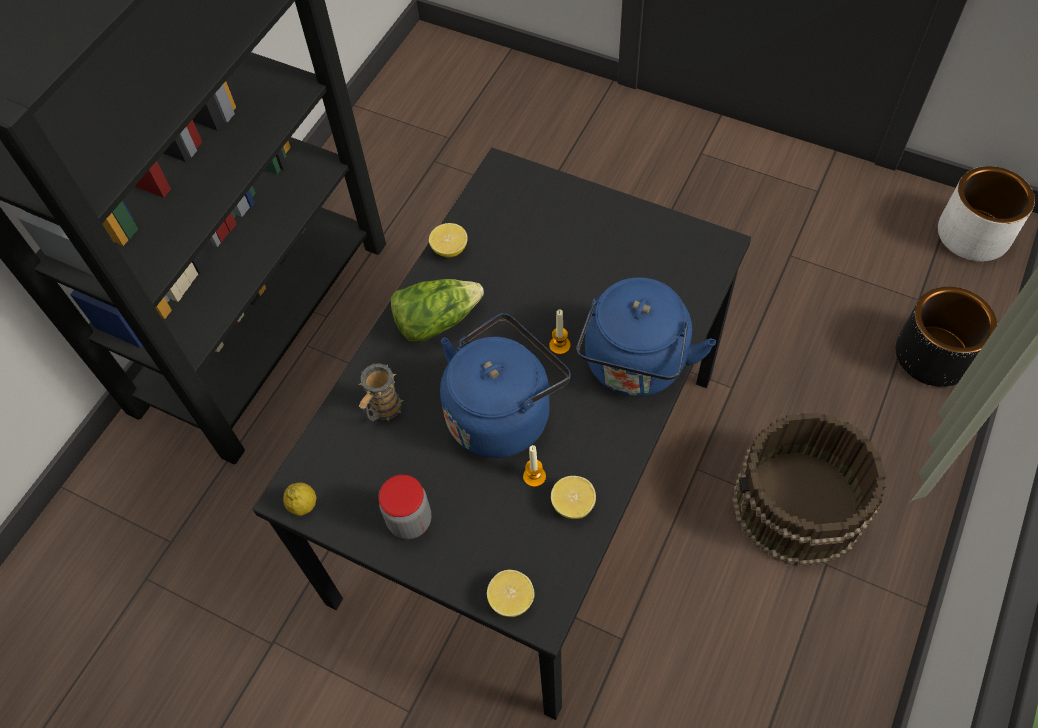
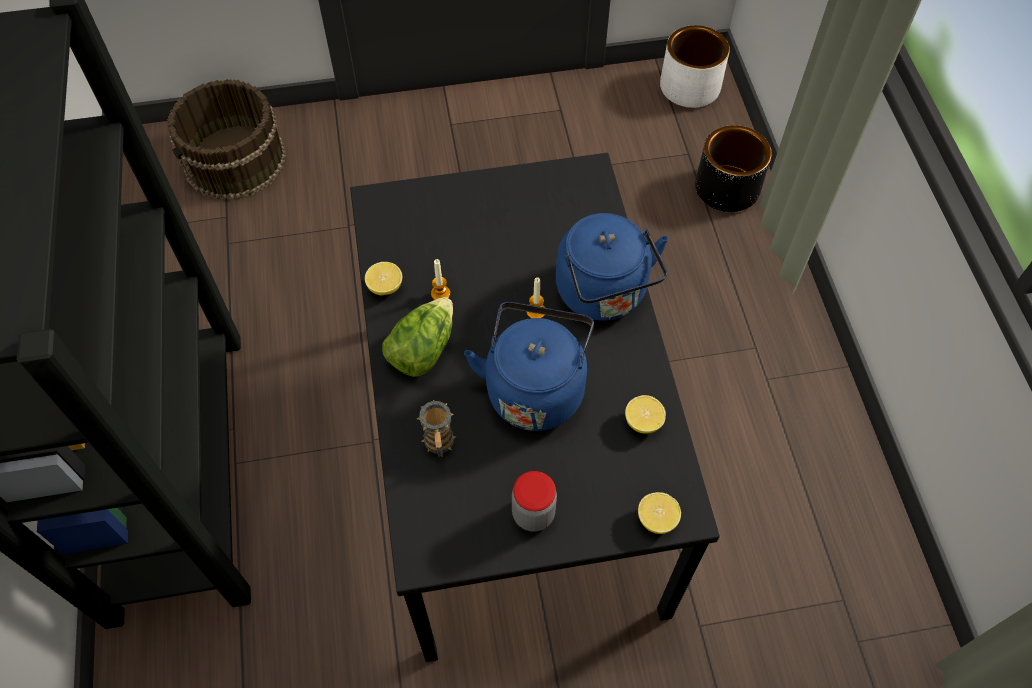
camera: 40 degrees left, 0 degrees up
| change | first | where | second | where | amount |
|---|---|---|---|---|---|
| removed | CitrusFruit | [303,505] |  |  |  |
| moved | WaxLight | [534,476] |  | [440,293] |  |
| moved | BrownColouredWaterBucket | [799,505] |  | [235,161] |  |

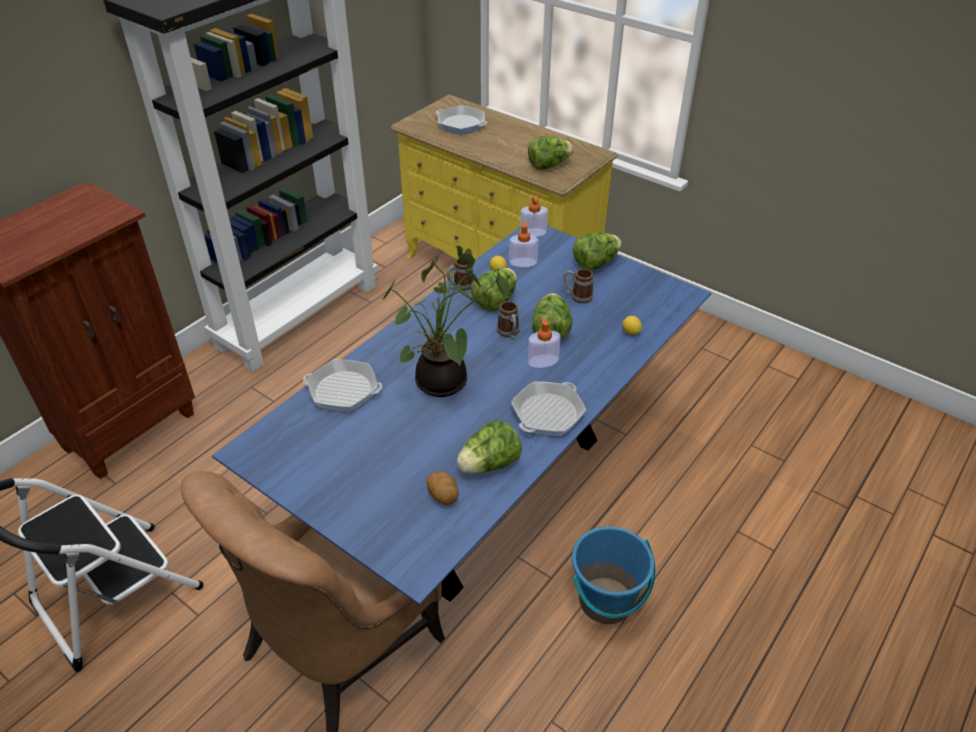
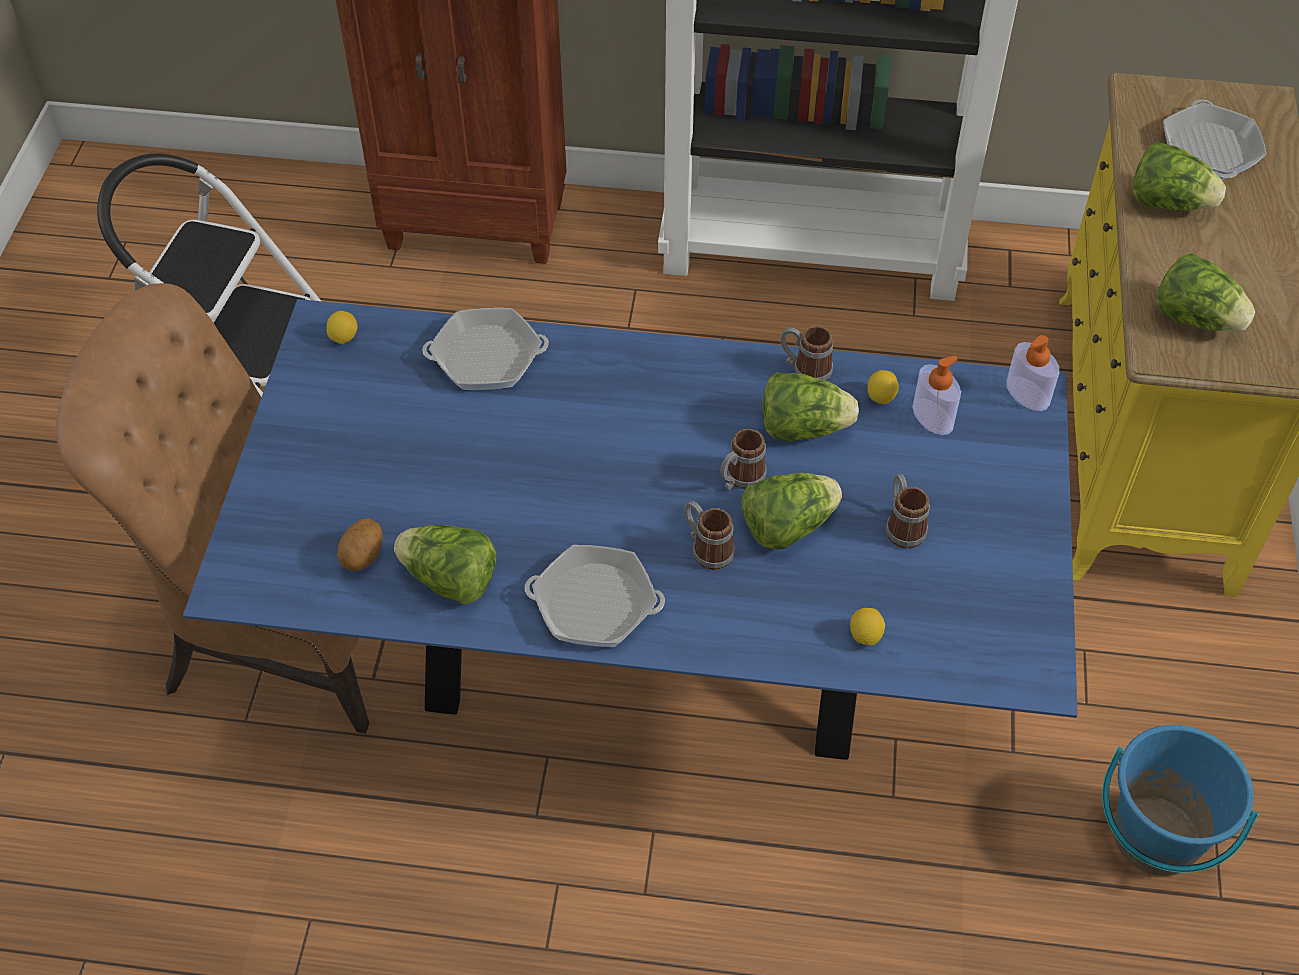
camera: 60 degrees right, 10 degrees up
| change | first | where | second | where | amount |
|---|---|---|---|---|---|
| removed | Houseplant | [444,384] |  |  |  |
| added |  |  | CitrusFruit | [343,337] |  |
| moved | BlueWaterBucket | [606,601] |  | [1155,837] |  |
| moved | HeadOfLettuce | [595,263] |  | [1168,203] |  |
| replaced | SoapDispenser | [543,361] | Mug | [707,548] |  |
| turned | Pan | [343,390] |  | [486,357] | 75 degrees counterclockwise |

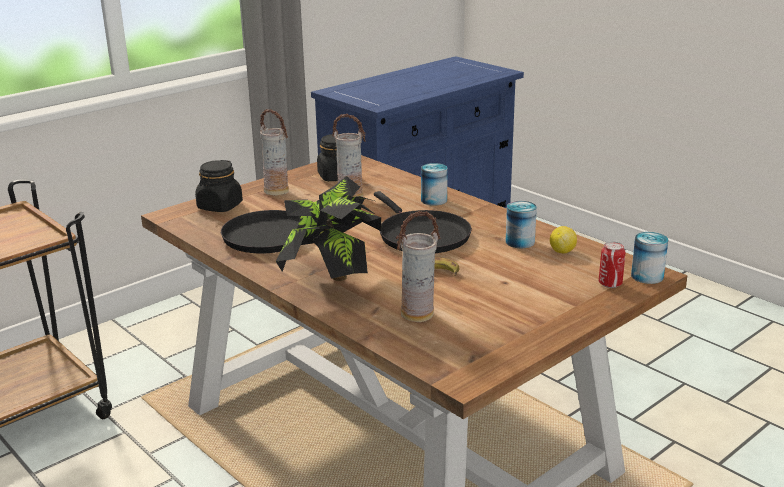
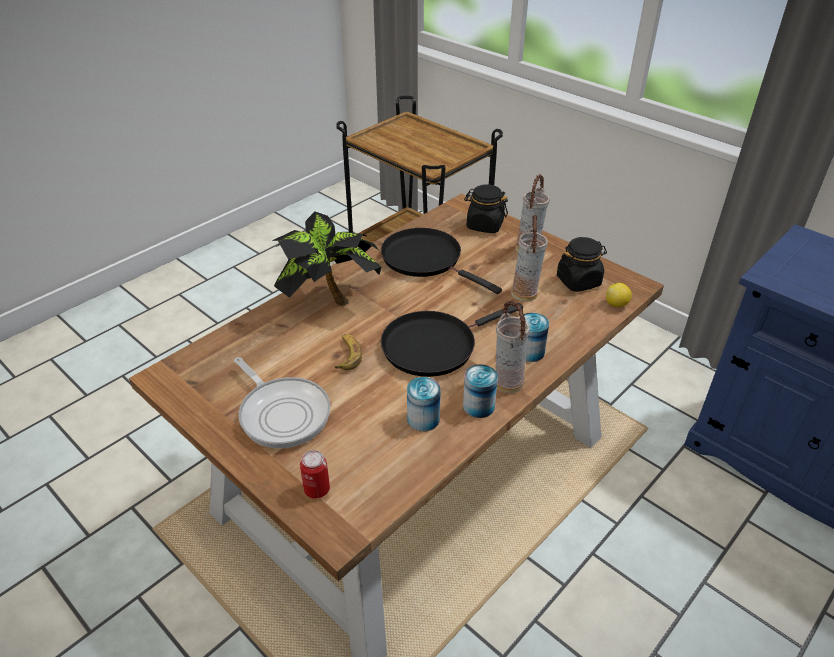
camera: 85 degrees right, 15 degrees up
| change | first | where | second | where | amount |
|---|---|---|---|---|---|
| added |  |  | Pan | [282,413] |  |
| moved | FlowerVase | [418,315] |  | [507,383] |  |
| moved | CitrusFruit | [562,251] |  | [616,304] |  |
| moved | Can | [647,276] |  | [478,406] |  |

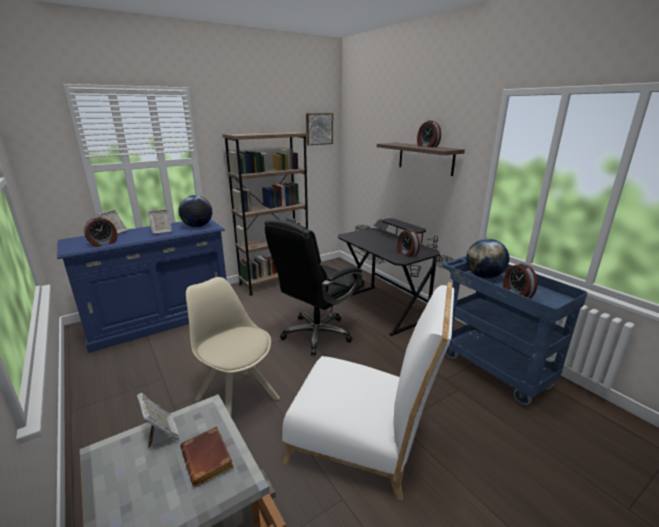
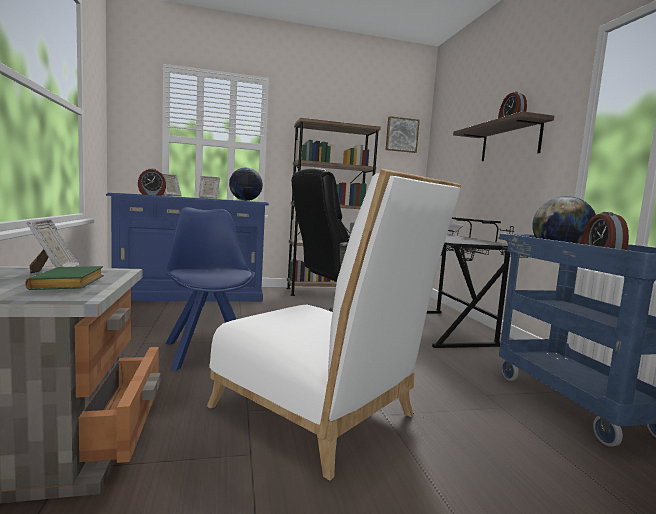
camera: 20 degrees right, 15 degrees down
| change | first | where | second | where | amount |
|---|---|---|---|---|---|
| removed | AlarmClock | [406,253] |  |  |  |
| recoloured | BrownColouredBook | [209,460] | GreenBook | [69,285] |  |
| recoloured | BeigeColouredChair | [236,398] | BlueChair | [208,351] |  |

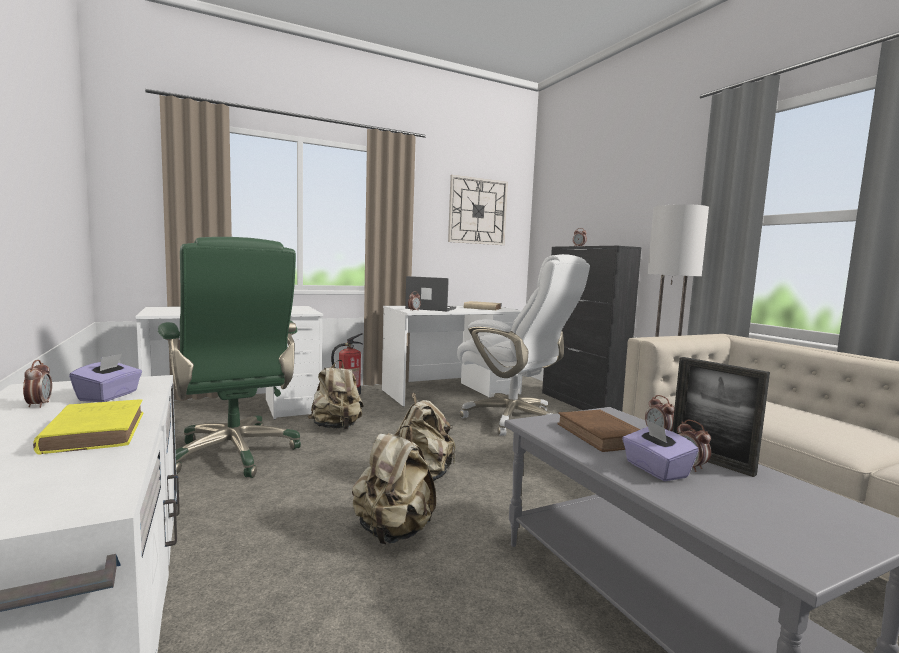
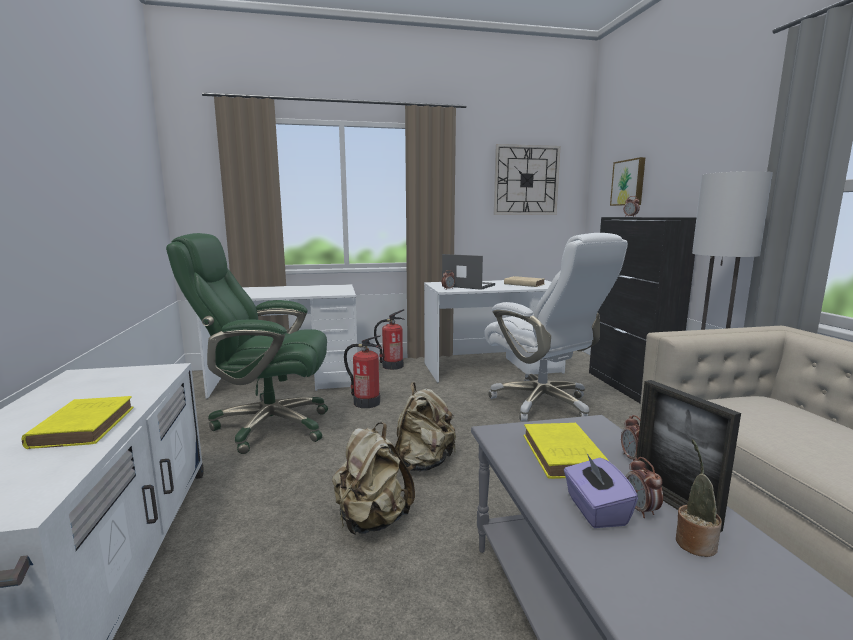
camera: 15 degrees right, 5 degrees up
| change | first | where | second | where | amount |
|---|---|---|---|---|---|
| removed | AlarmClock | [39,405] |  |  |  |
| removed | PurplishTissueHolder | [109,396] |  |  |  |
| added |  |  | Picture | [629,182] |  |
| added |  |  | Houseplant | [694,542] |  |
| replaced | BeigeColouredRucksack | [336,427] | FireFightingCylinder | [366,403] |  |
| recoloured | BrownColouredBook | [602,436] | YellowBook | [564,456] |  |
| turned | GreenDeskChair | [234,456] |  | [267,426] | 105 degrees clockwise |

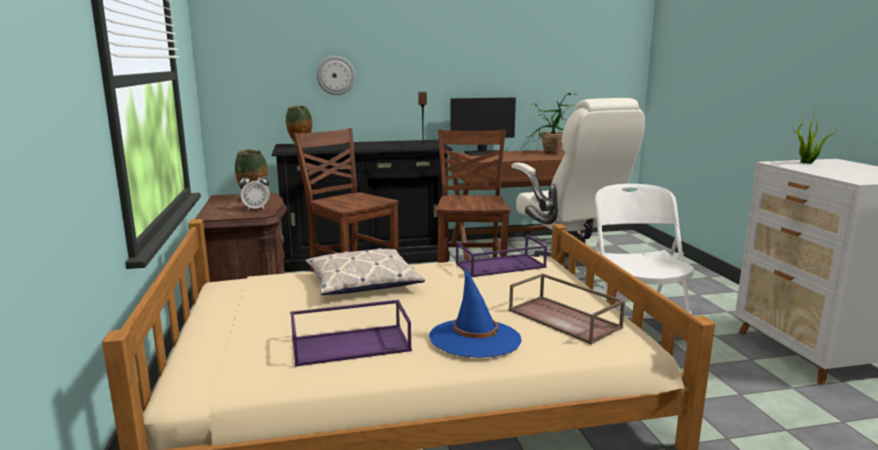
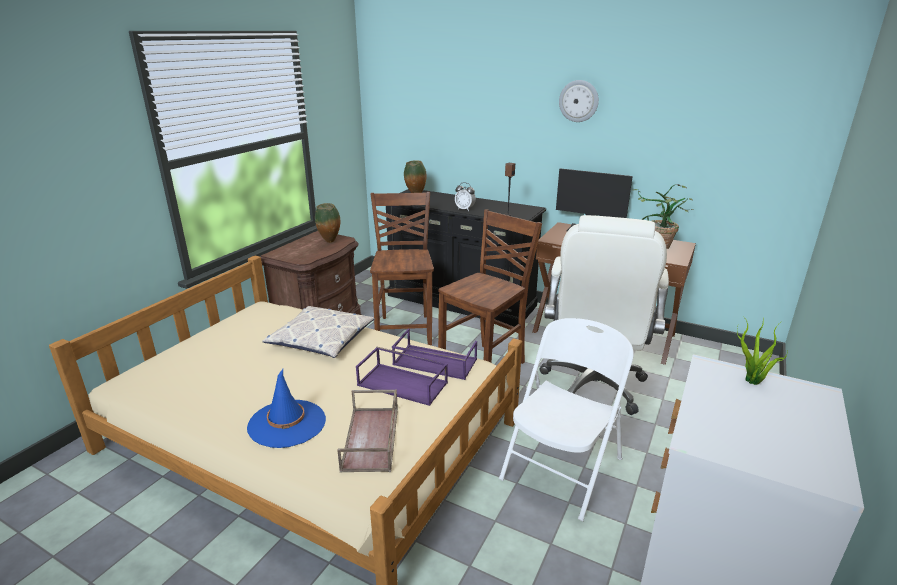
camera: 40 degrees right, 10 degrees up
| change | first | where | second | where | amount |
|---|---|---|---|---|---|
| moved | AlarmClock | [256,209] |  | [465,209] |  |
| moved | PurplishServingTray | [351,344] |  | [403,383] |  |
| moved | ClockOnTheWall | [335,75] |  | [578,101] |  |

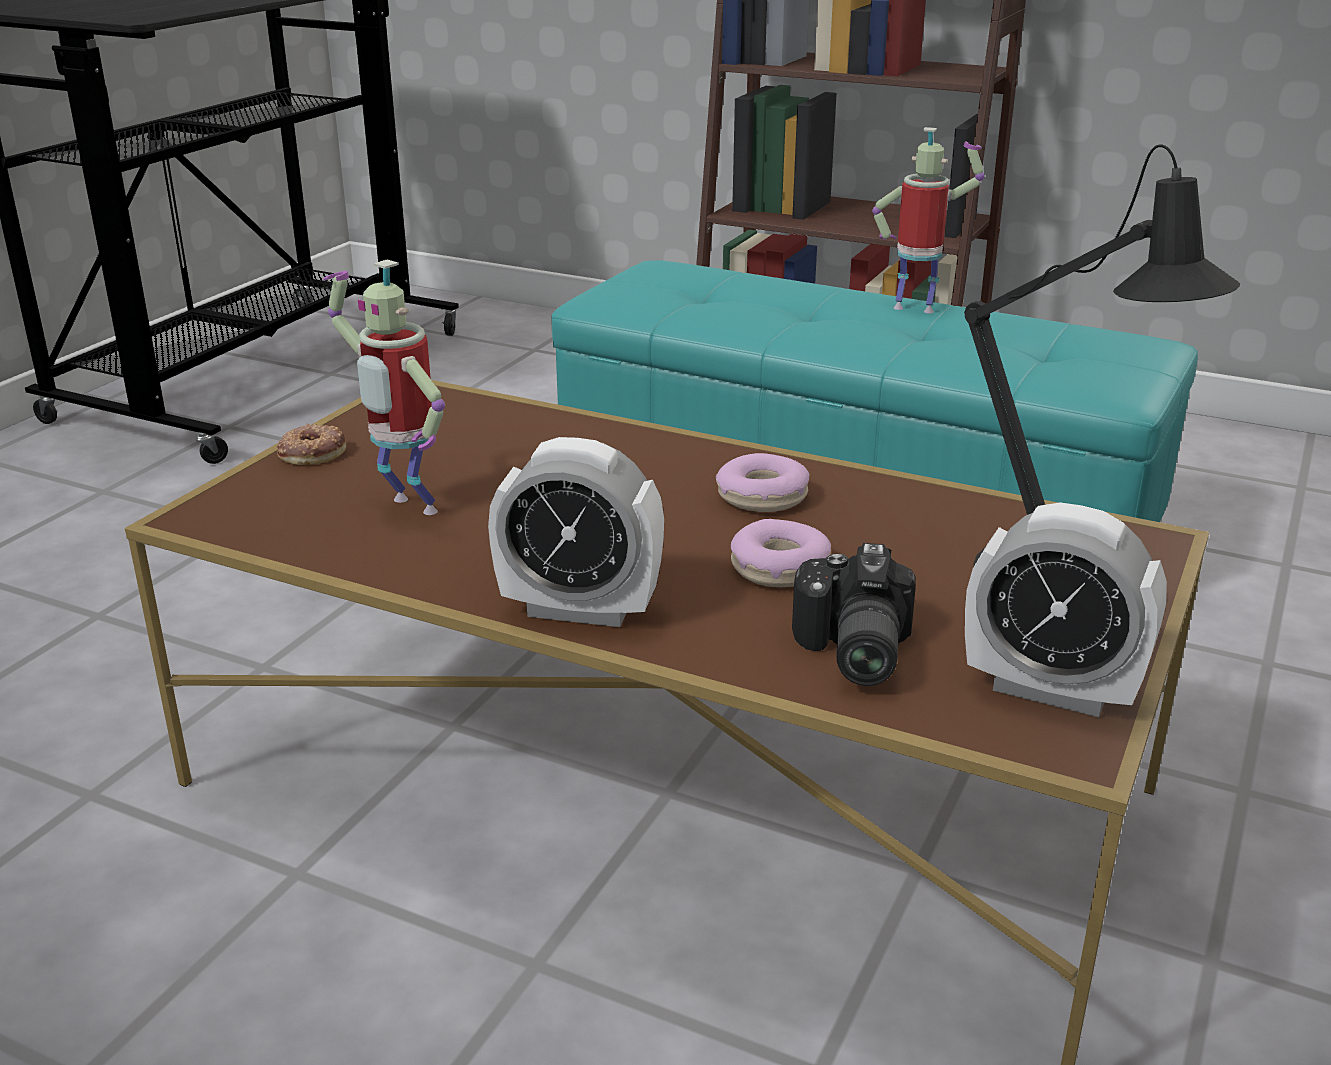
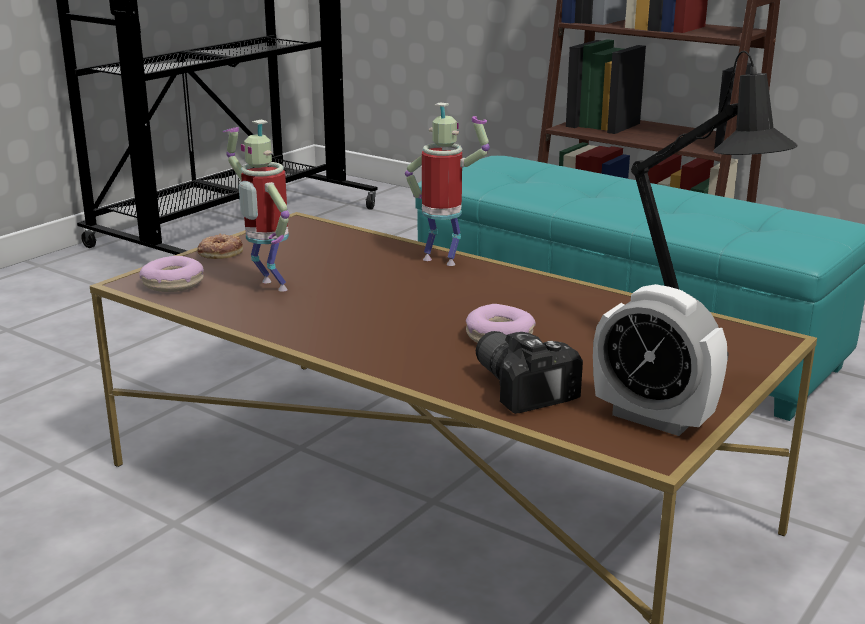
camera: 10 degrees right, 5 degrees down
| change | first | where | second | where | amount |
|---|---|---|---|---|---|
| removed | AlarmClock | [579,609] |  |  |  |
| moved | RingDoughnut | [762,497] |  | [173,284] |  |
| moved | ModelRobot | [916,308] |  | [443,260] |  |
| turned | PhotoCamera | [849,652] |  | [524,386] | 135 degrees clockwise |

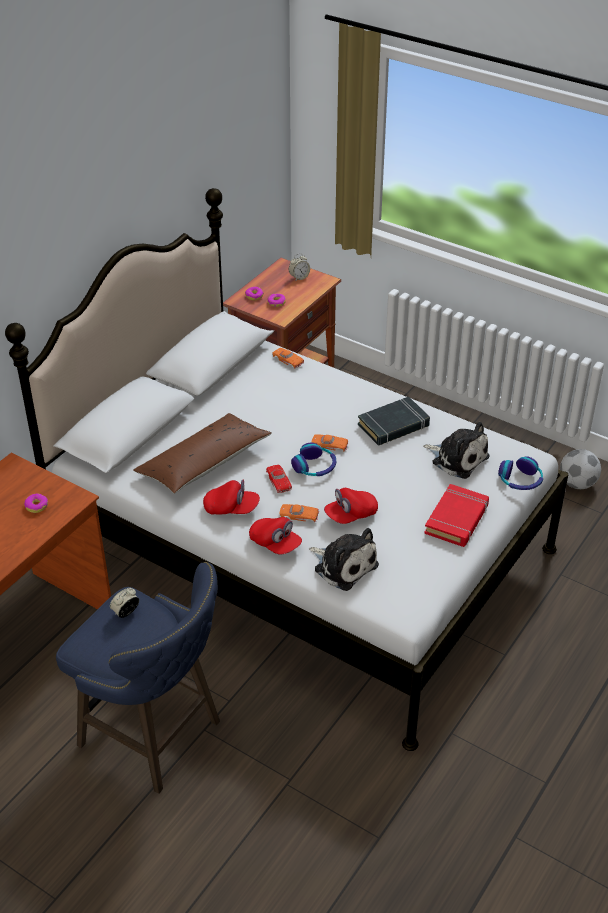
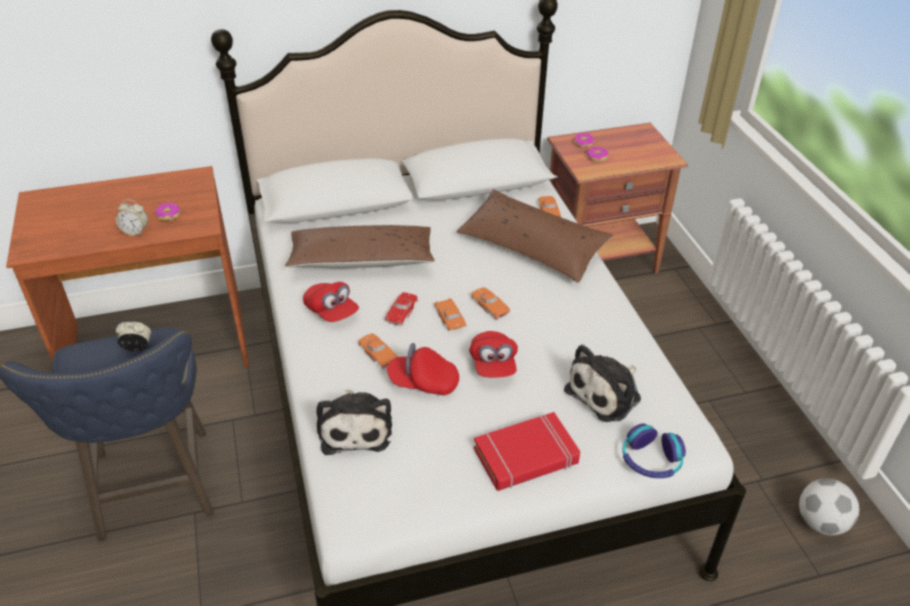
camera: 40 degrees right, 0 degrees up
| change | first | where | second | where | amount |
|---|---|---|---|---|---|
| removed | BlackColouredBook | [393,425] |  |  |  |
| added |  |  | BrownColouredThrowPillow | [532,247] |  |
| moved | ReddishPeakedCap | [275,544] |  | [493,365] |  |
| moved | AlarmClock | [299,277] |  | [135,231] |  |
| replaced | Headphones | [315,467] | OrangeToyCar | [450,317] |  |
| turned | PlushToy | [457,458] |  | [606,393] | 60 degrees clockwise |

